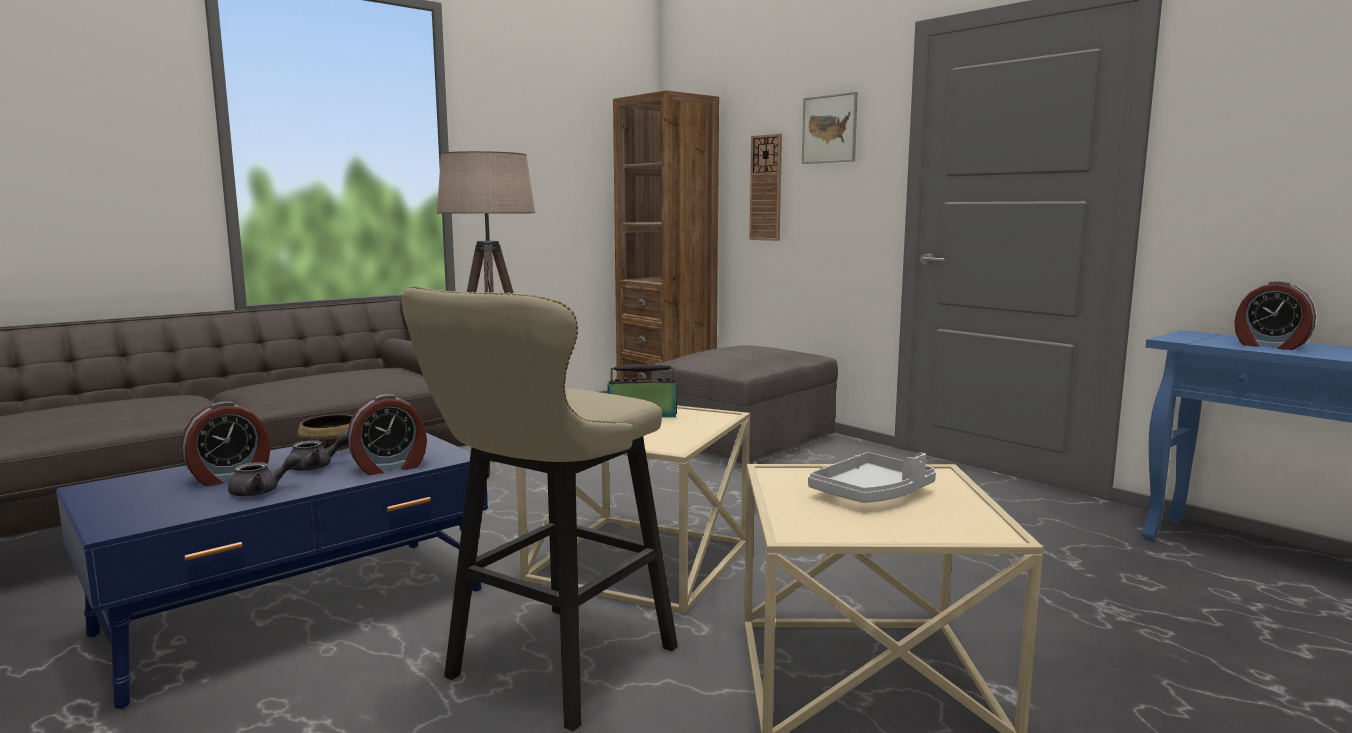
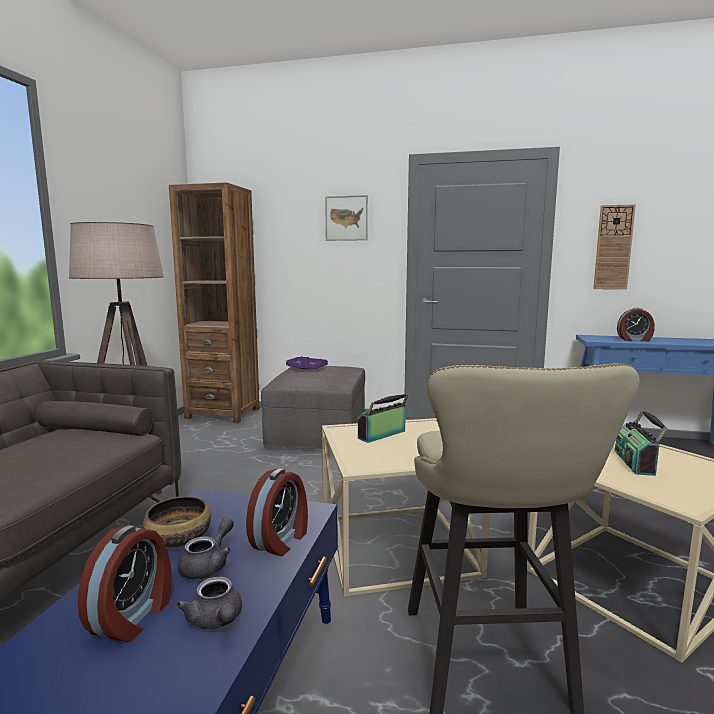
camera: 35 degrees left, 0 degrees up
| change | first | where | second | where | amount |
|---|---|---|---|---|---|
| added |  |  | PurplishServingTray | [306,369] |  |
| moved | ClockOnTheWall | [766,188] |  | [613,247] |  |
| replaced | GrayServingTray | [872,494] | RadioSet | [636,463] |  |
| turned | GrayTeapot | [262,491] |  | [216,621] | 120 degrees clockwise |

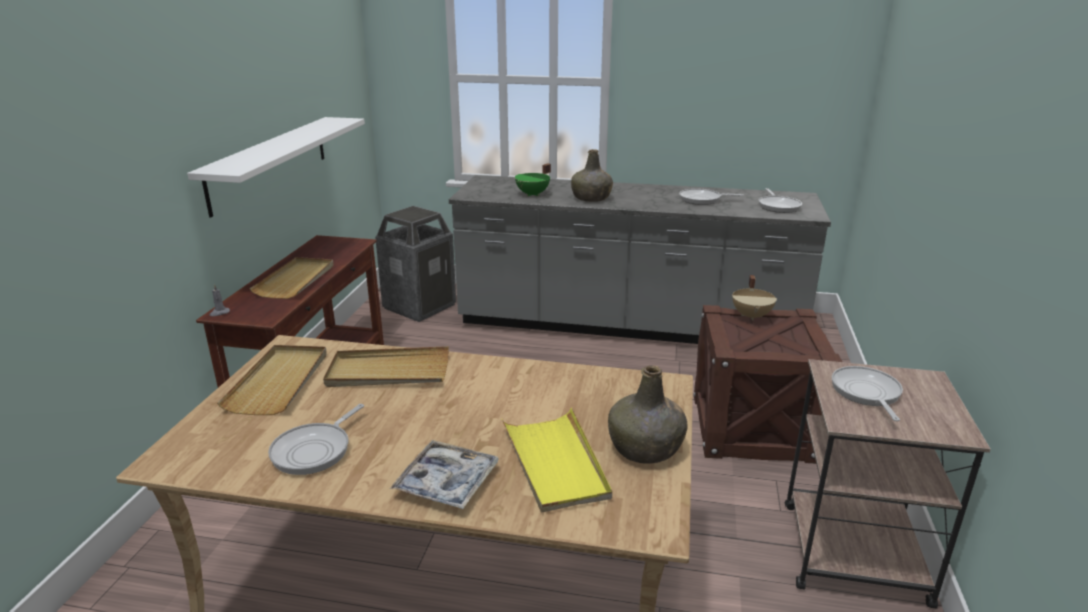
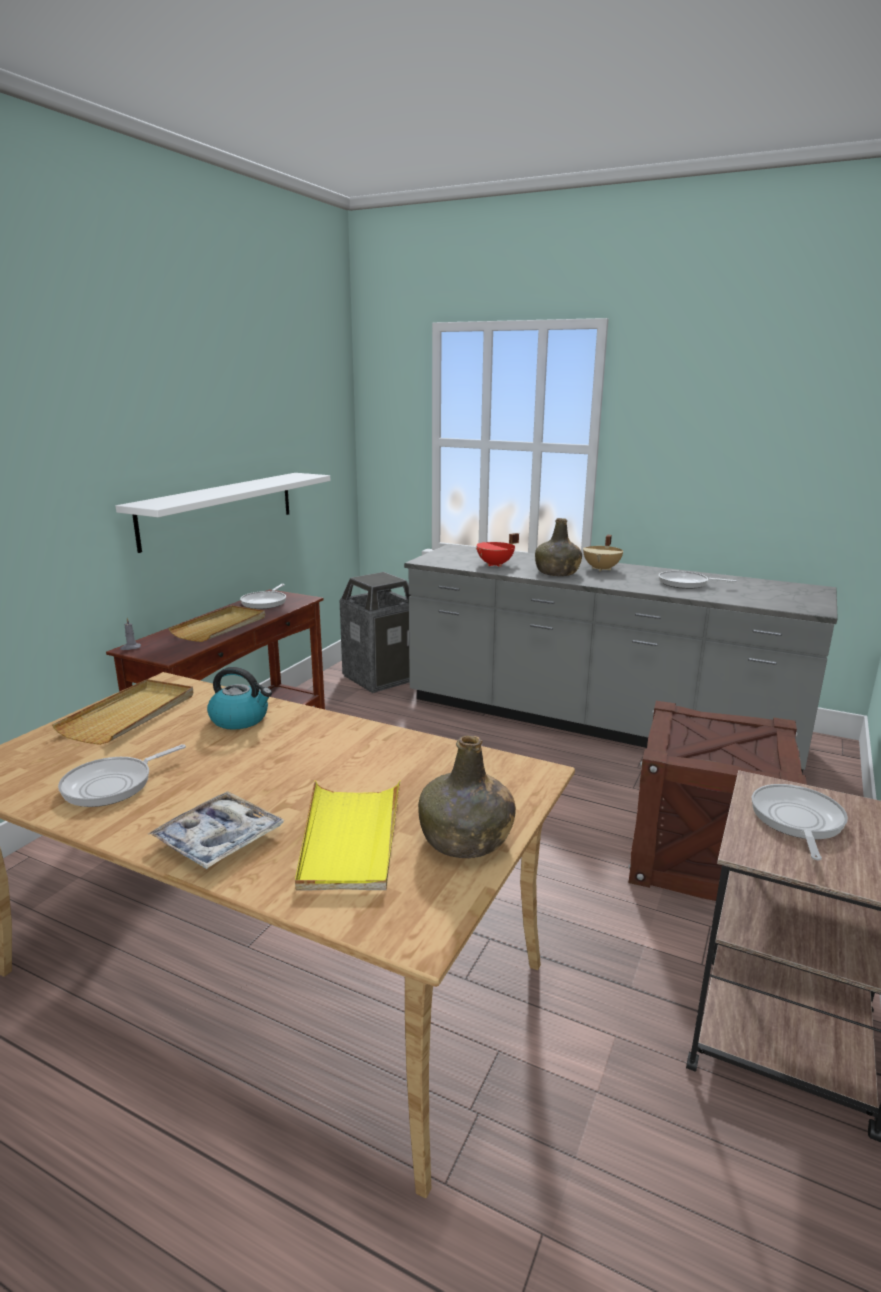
camera: 15 degrees right, 5 degrees down
| change | first | where | second | where | amount |
|---|---|---|---|---|---|
| moved | BeigeColouredStockpot | [752,316] |  | [602,569] |  |
| moved | Pan | [778,206] |  | [265,602] |  |
| replaced | BeigeColouredServingTray | [388,372] | Kettle | [240,719] |  |
| recoloured | GreenStockpot | [533,194] | ReddishStockpot | [495,565] |  |

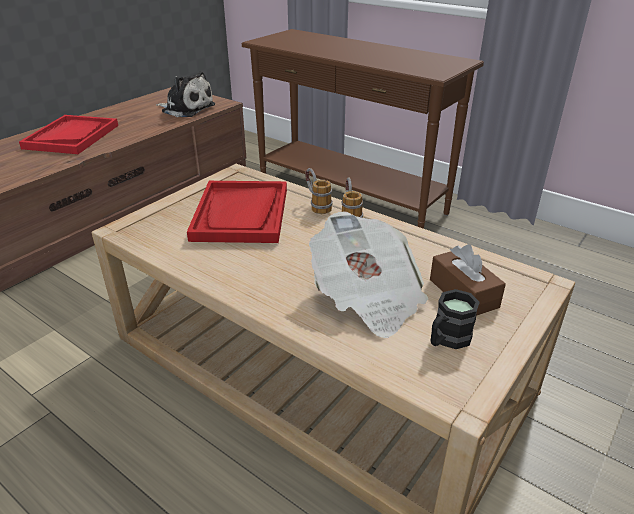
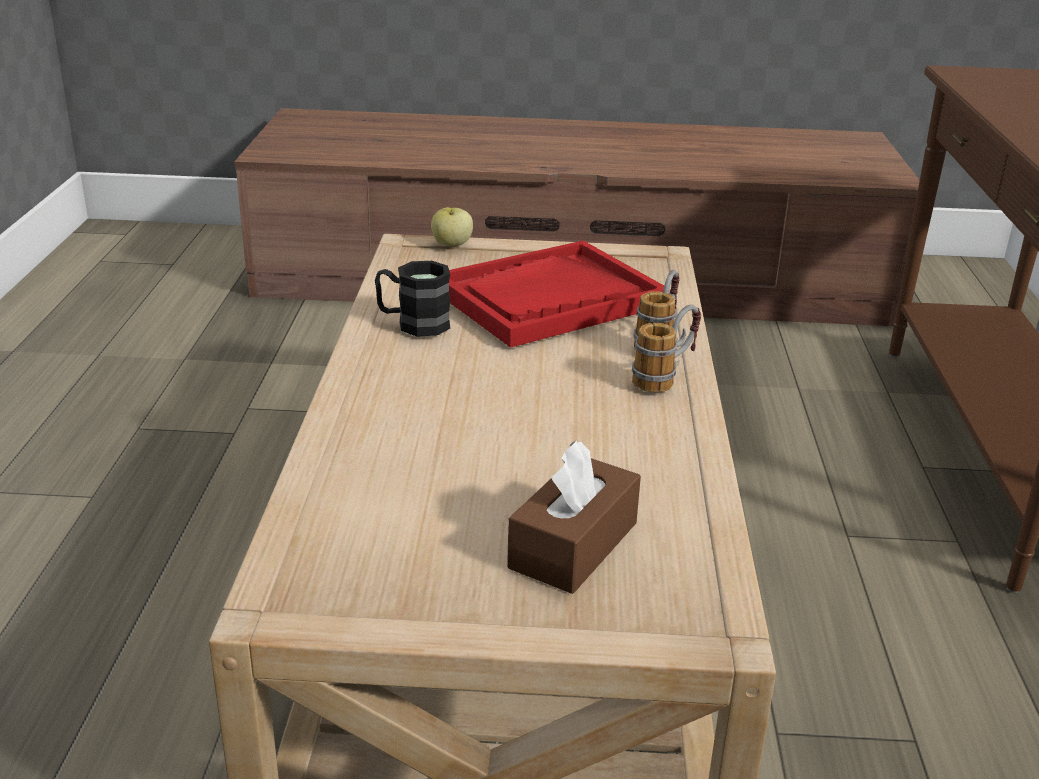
camera: 55 degrees right, 5 degrees down
| change | first | where | second | where | amount |
|---|---|---|---|---|---|
| removed | ReddishServingTray | [72,136] |  |  |  |
| removed | PlushToy | [186,108] |  |  |  |
| removed | DailyPaper | [367,298] |  |  |  |
| added |  |  | WholeApple | [451,245] |  |
| moved | BlackColouredMug | [447,339] |  | [413,323] |  |

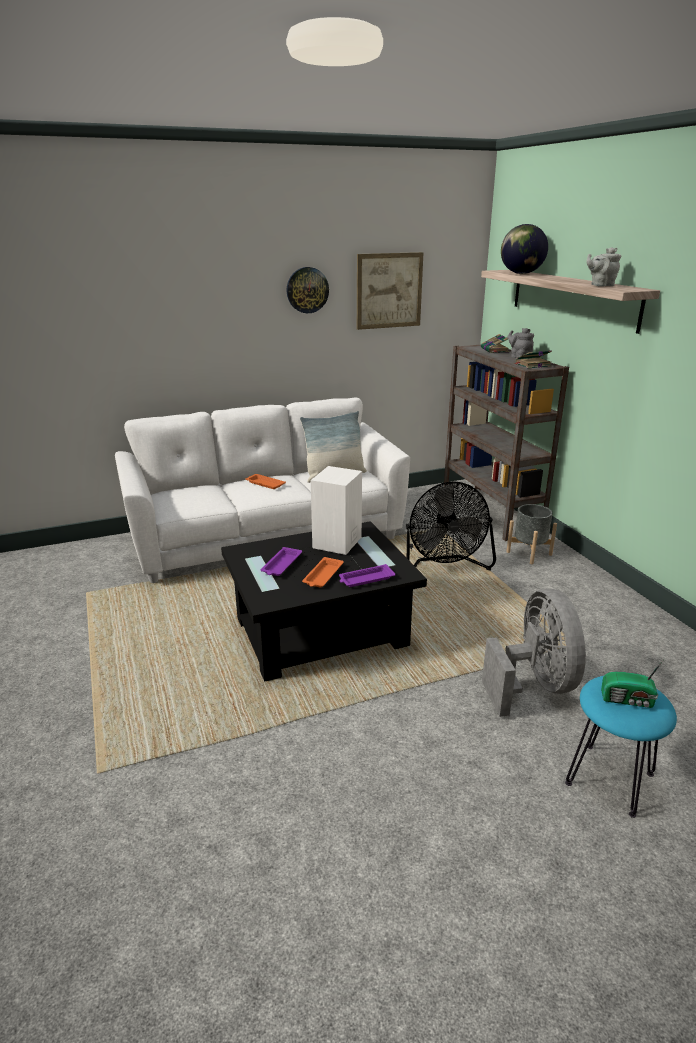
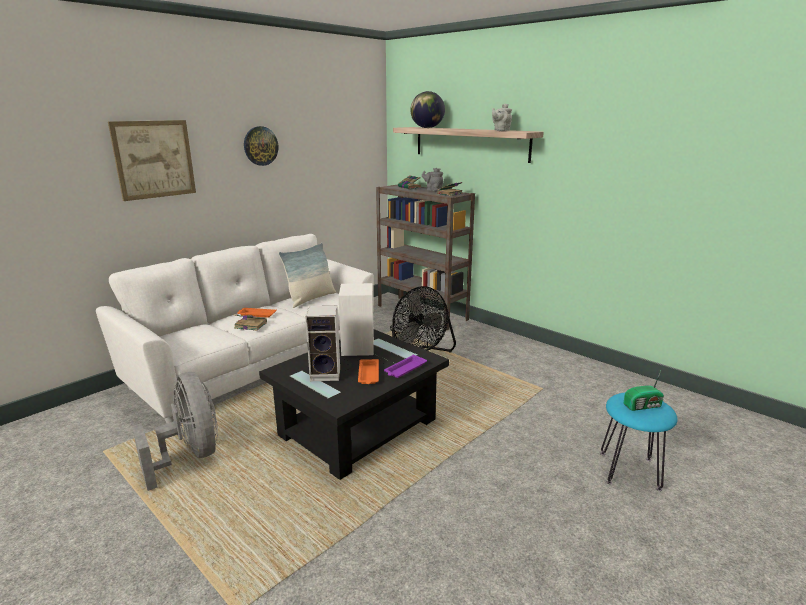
camera: 25 degrees left, 5 degrees down
| change | first | where | second | where | amount |
|---|---|---|---|---|---|
| removed | GrayFlowerPot | [529,553] |  |  |  |
| added |  |  | Book | [250,325] |  |
| moved | Picture | [389,291] |  | [154,159] |  |
| moved | GrayFan | [534,685] |  | [190,456] |  |
| replaced | PurplishServingTray | [281,565] | Loudspeaker | [327,374] |  |

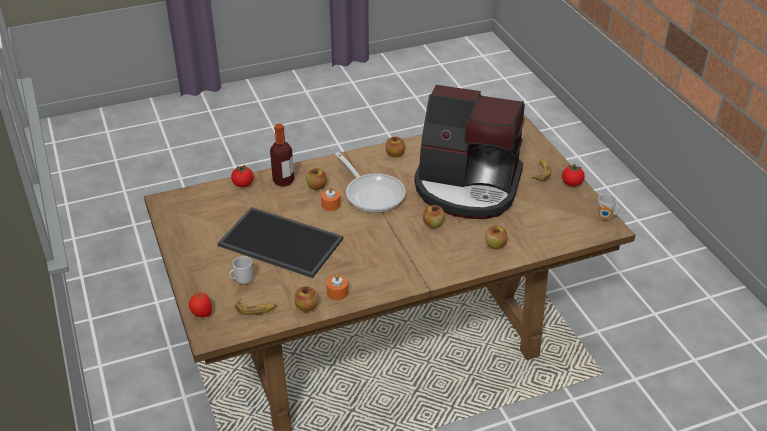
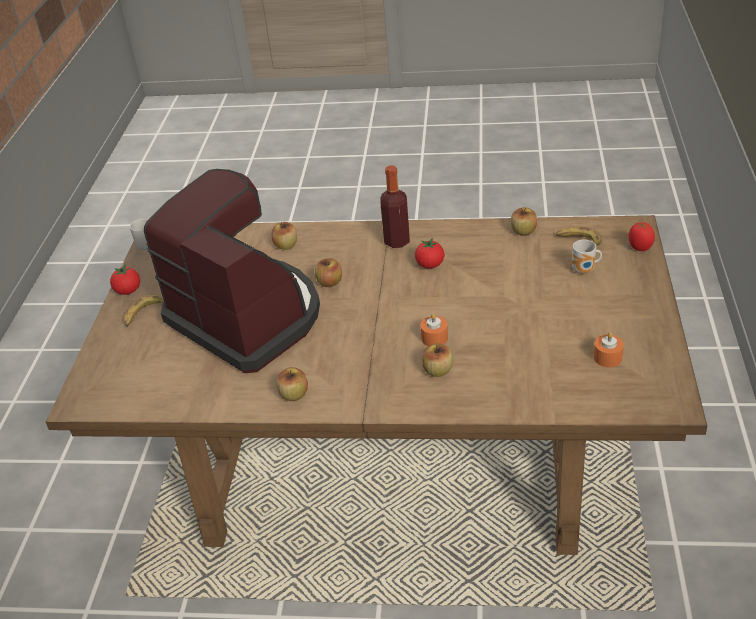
camera: 150 degrees left, 0 degrees up
| change | first | where | second | where | amount |
|---|---|---|---|---|---|
| removed | ServingTray | [278,243] |  |  |  |
| removed | Pan | [372,193] |  |  |  |
| moved | FreshTomato | [243,184] |  | [430,265] |  |
| moved | DrinkBottle | [283,181] |  | [397,241] |  |
| moved | OrangeWaxLight | [337,292] |  | [607,357] |  |

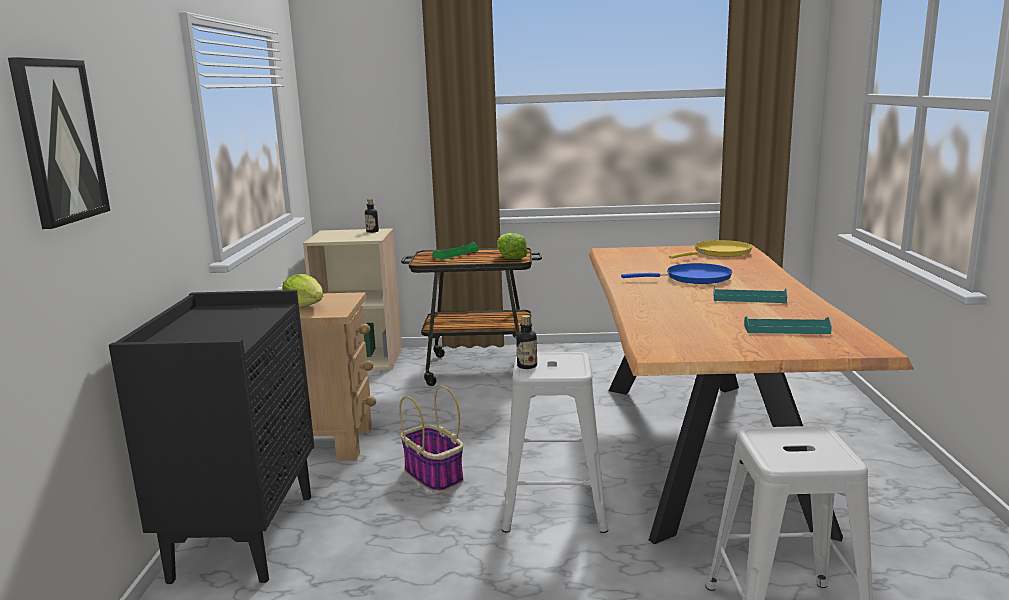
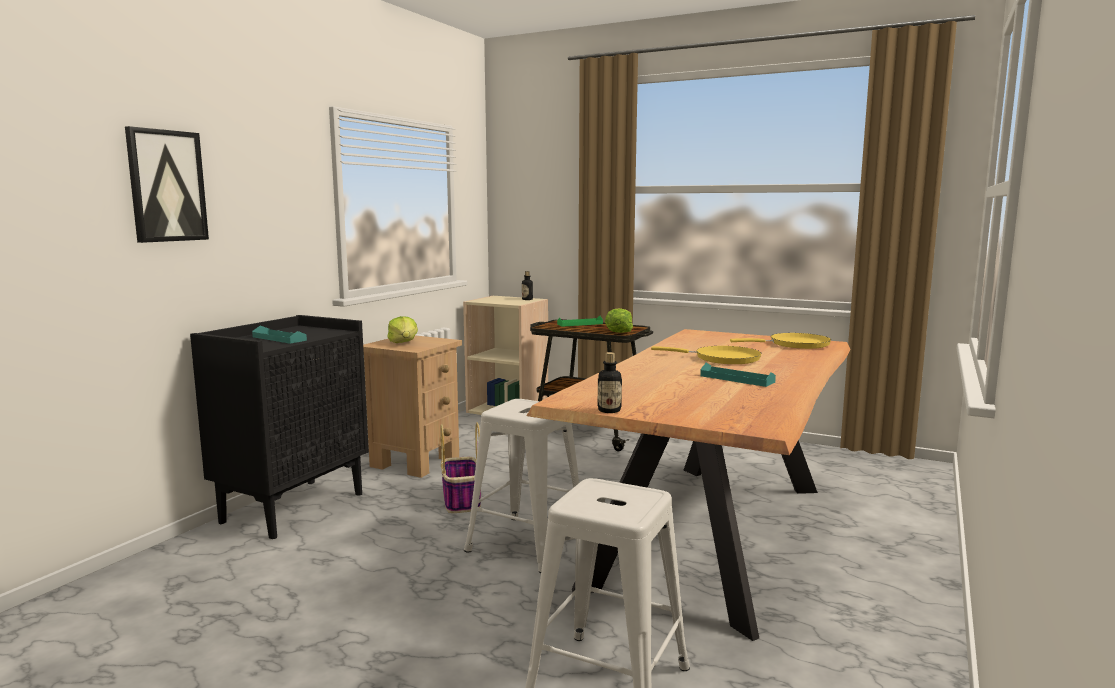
camera: 25 degrees right, 5 degrees down
| change | first | where | second | where | amount |
|---|---|---|---|---|---|
| moved | DrinkBottle | [527,366] |  | [609,410] |  |
| moved | TurquoiseServingTray | [786,329] |  | [279,338] |  |
| recoloured | BluePan | [693,278] | YellowPan | [722,359] |  |

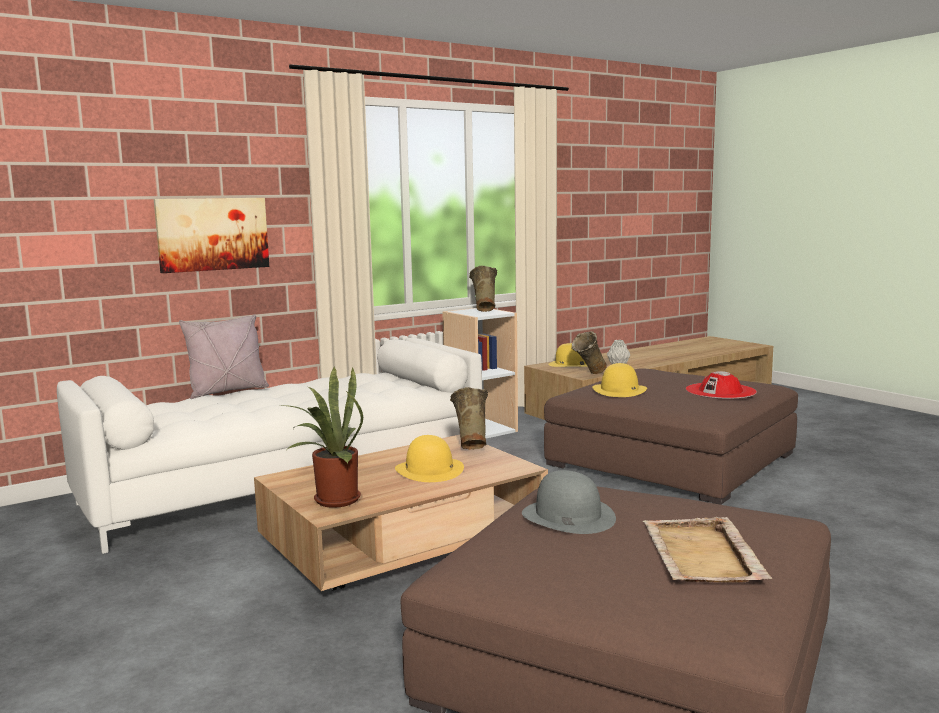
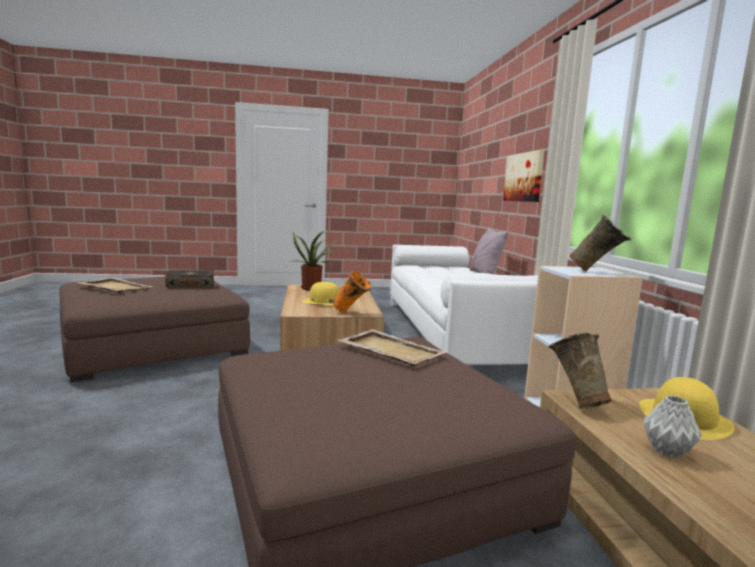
camera: 115 degrees right, 0 degrees up
| change | first | where | second | where | amount |
|---|---|---|---|---|---|
| removed | ReddishWearableHat | [720,391] |  |  |  |
| replaced | GrayWearableHat | [567,516] | Book | [191,285] |  |
| replaced | YellowWearableHat | [619,390] | BeigeColouredServingTray | [390,350] |  |
| recoloured | BeigeColouredFlowerVase | [471,446] | OrangeFlowerVase | [352,313] |  |

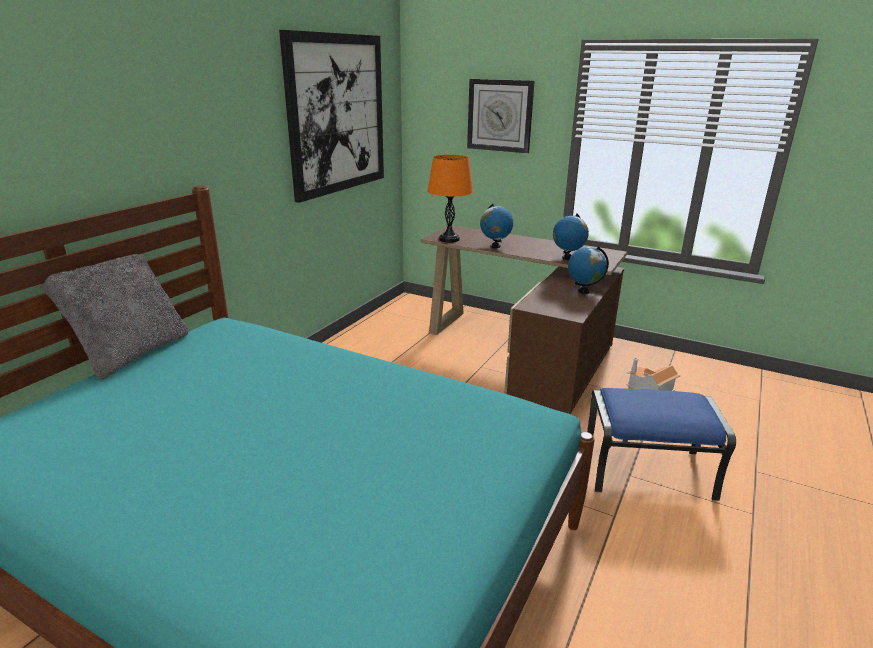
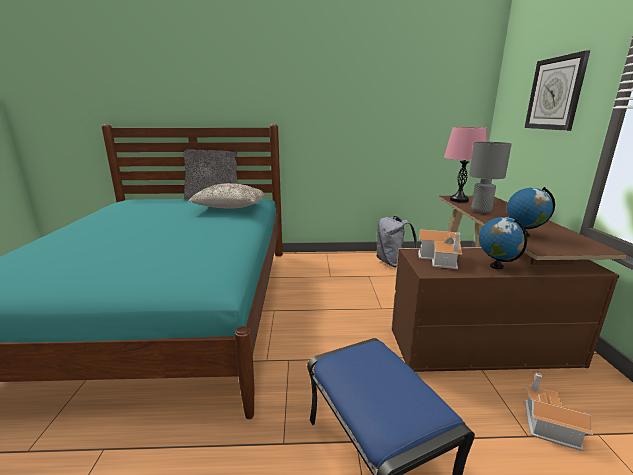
camera: 60 degrees right, 5 degrees down
| change | first | where | second | where | amount |
|---|---|---|---|---|---|
| removed | Picture | [337,114] |  |  |  |
| added |  |  | BeigeColouredThrowPillow | [231,208] |  |
| added |  |  | GrayRucksack | [392,263] |  |
| added |  |  | ToyHouse | [440,259] |  |
| replaced | DeskGlobe | [495,246] | GrayTableLamp | [480,211] |  |
| recoloured | OrangeTableLamp | [449,239] | PinkishTableLamp | [459,200] |  |

